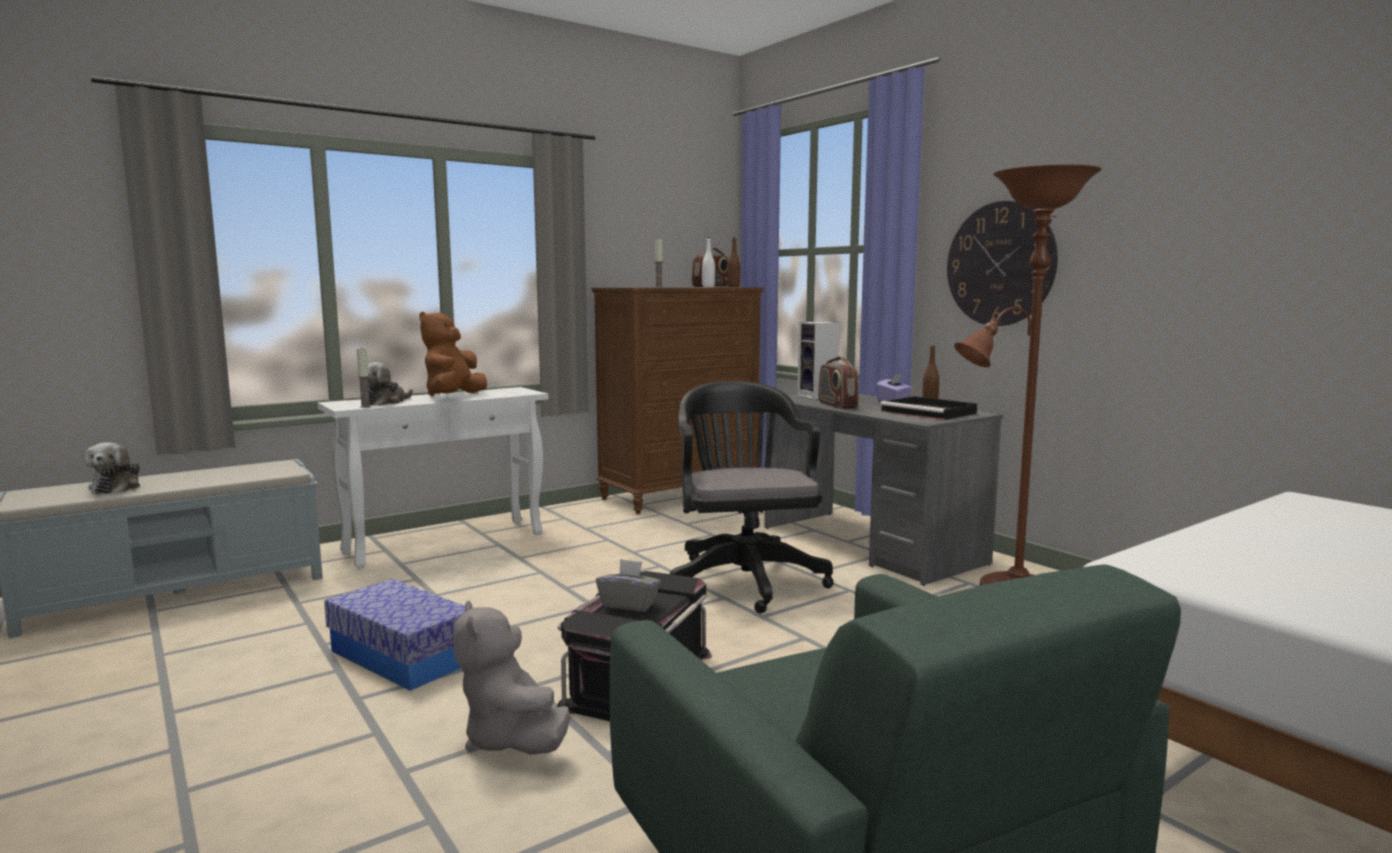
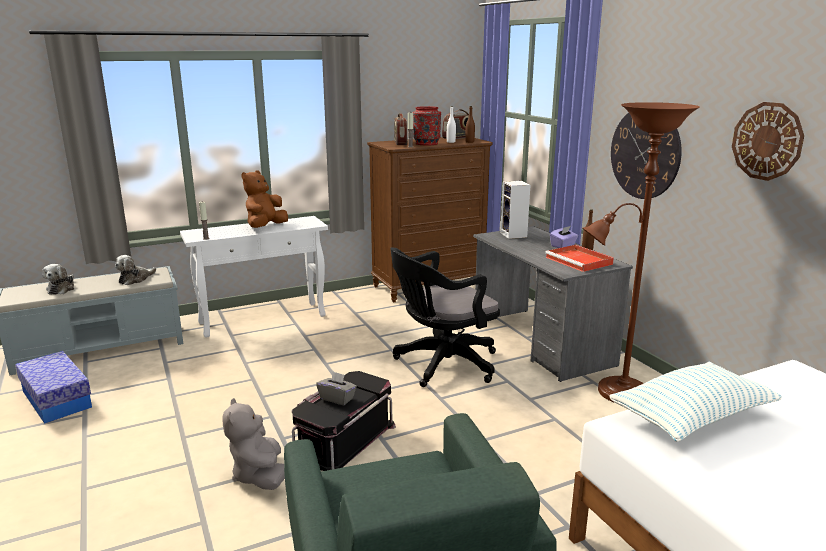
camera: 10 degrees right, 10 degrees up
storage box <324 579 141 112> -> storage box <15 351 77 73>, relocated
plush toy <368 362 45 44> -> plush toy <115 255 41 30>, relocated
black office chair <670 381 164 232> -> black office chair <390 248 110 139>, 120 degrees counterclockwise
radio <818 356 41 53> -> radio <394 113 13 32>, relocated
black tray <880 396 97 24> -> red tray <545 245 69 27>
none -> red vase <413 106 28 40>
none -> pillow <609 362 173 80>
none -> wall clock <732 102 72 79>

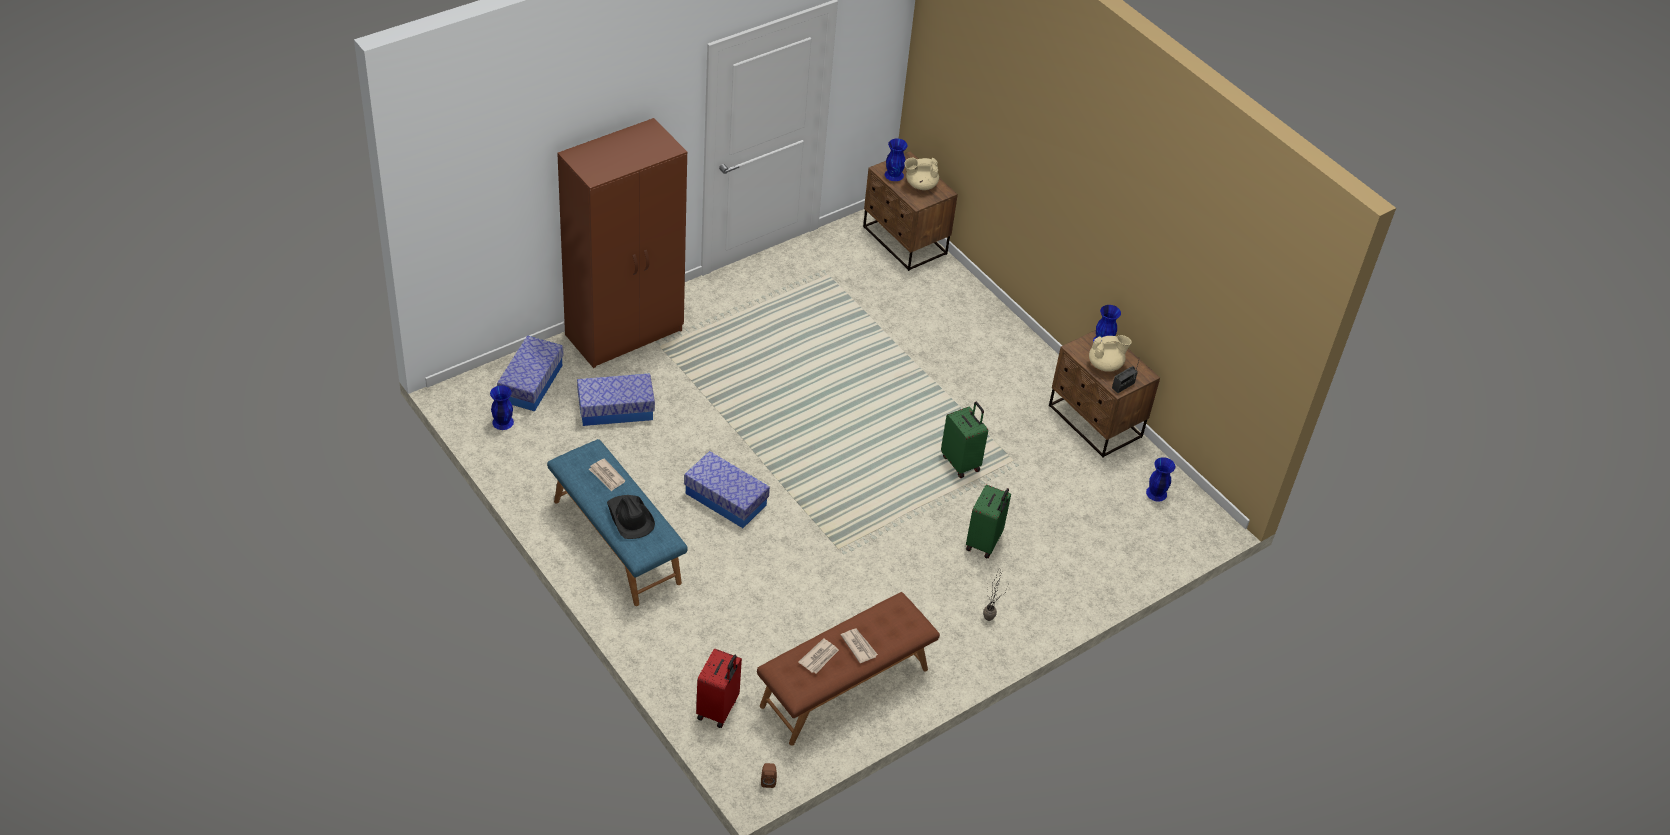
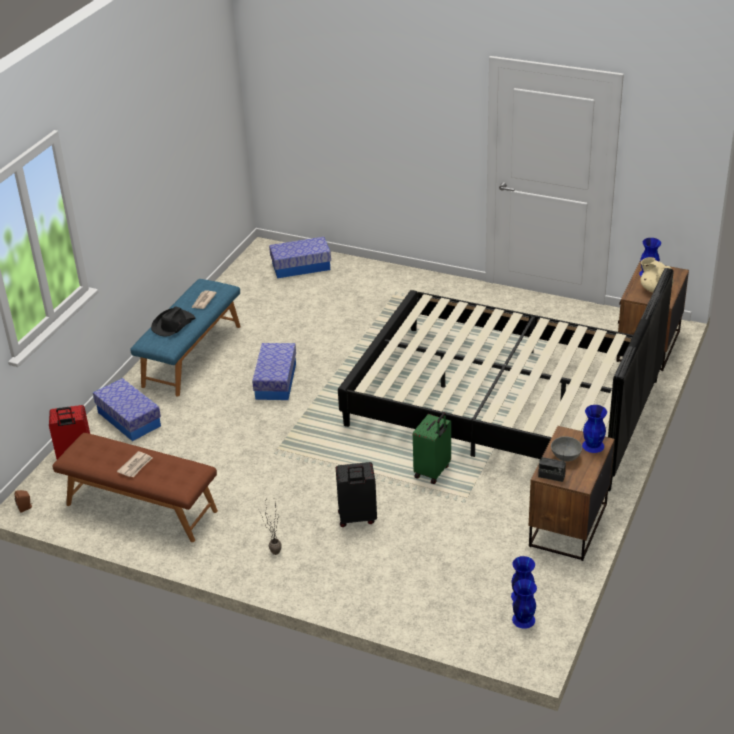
camera: 65 degrees right, 10 degrees down
blue vase <490 385 24 45> -> blue vase <512 579 25 50>, relocated
brown wardrobe <557 118 130 250> -> none
storage box <577 373 78 53> -> storage box <93 378 68 63>, relocated
newspaper <799 638 40 36> -> none
green suitcase <966 484 45 75> -> black suitcase <336 462 41 65>
beige teapot <1089 335 43 37> -> grey bowl <551 437 31 25>
none -> black bed <338 268 336 223>

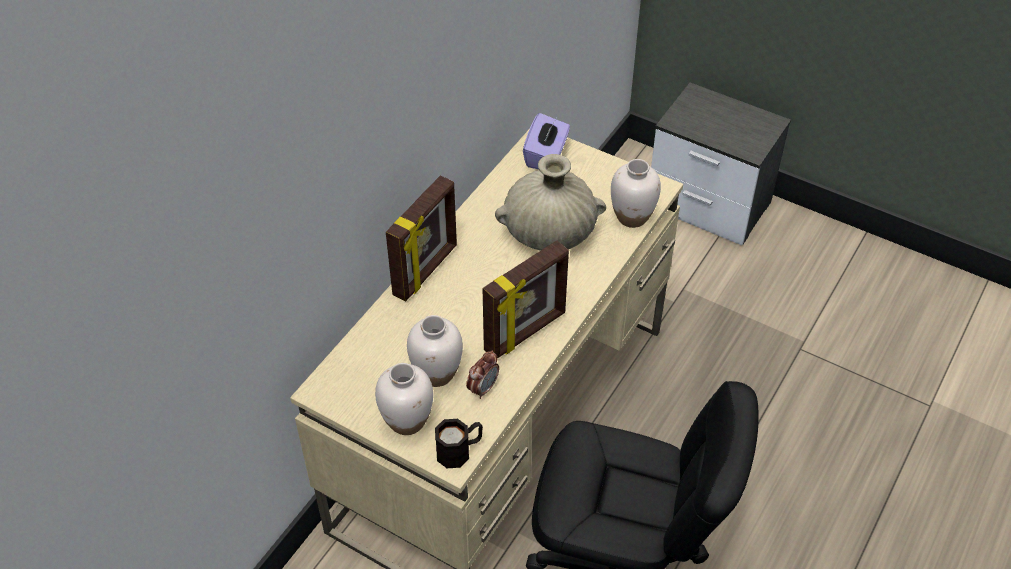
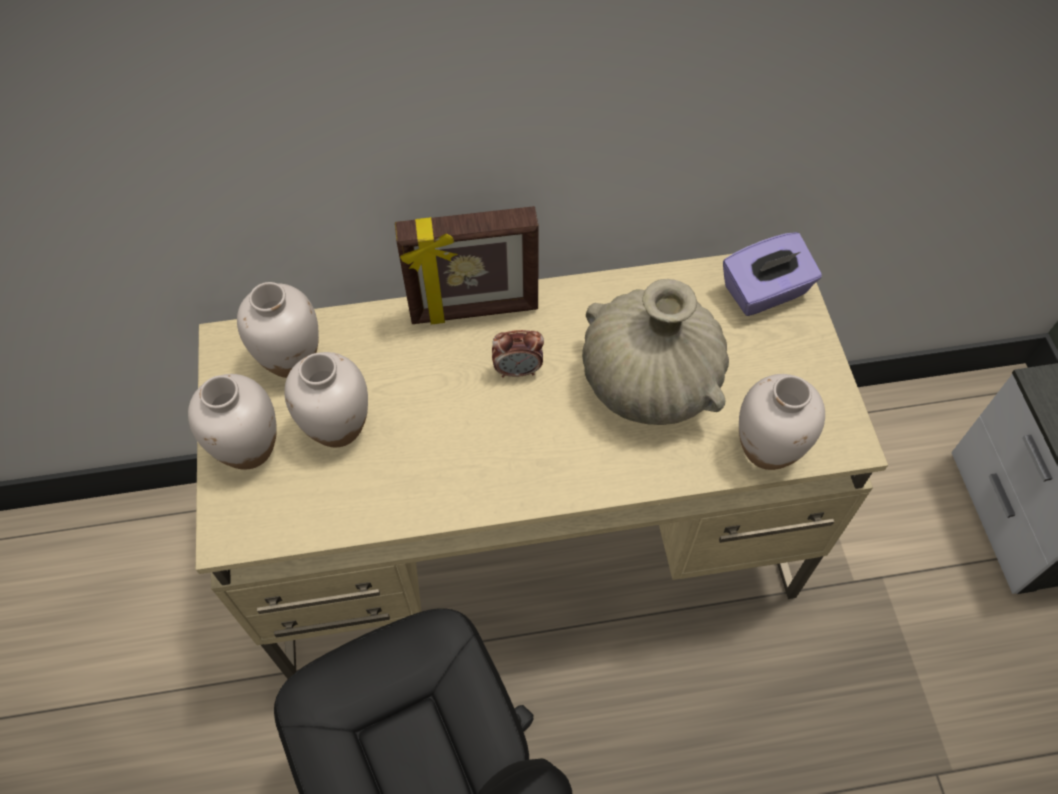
camera: 50 degrees right, 10 degrees up
black mug <435 419 48 49> -> none
alarm clock <466 351 33 48> -> alarm clock <492 330 52 48>, relocated
picture frame <482 241 87 118> -> none
none -> white vase <237 282 82 96>

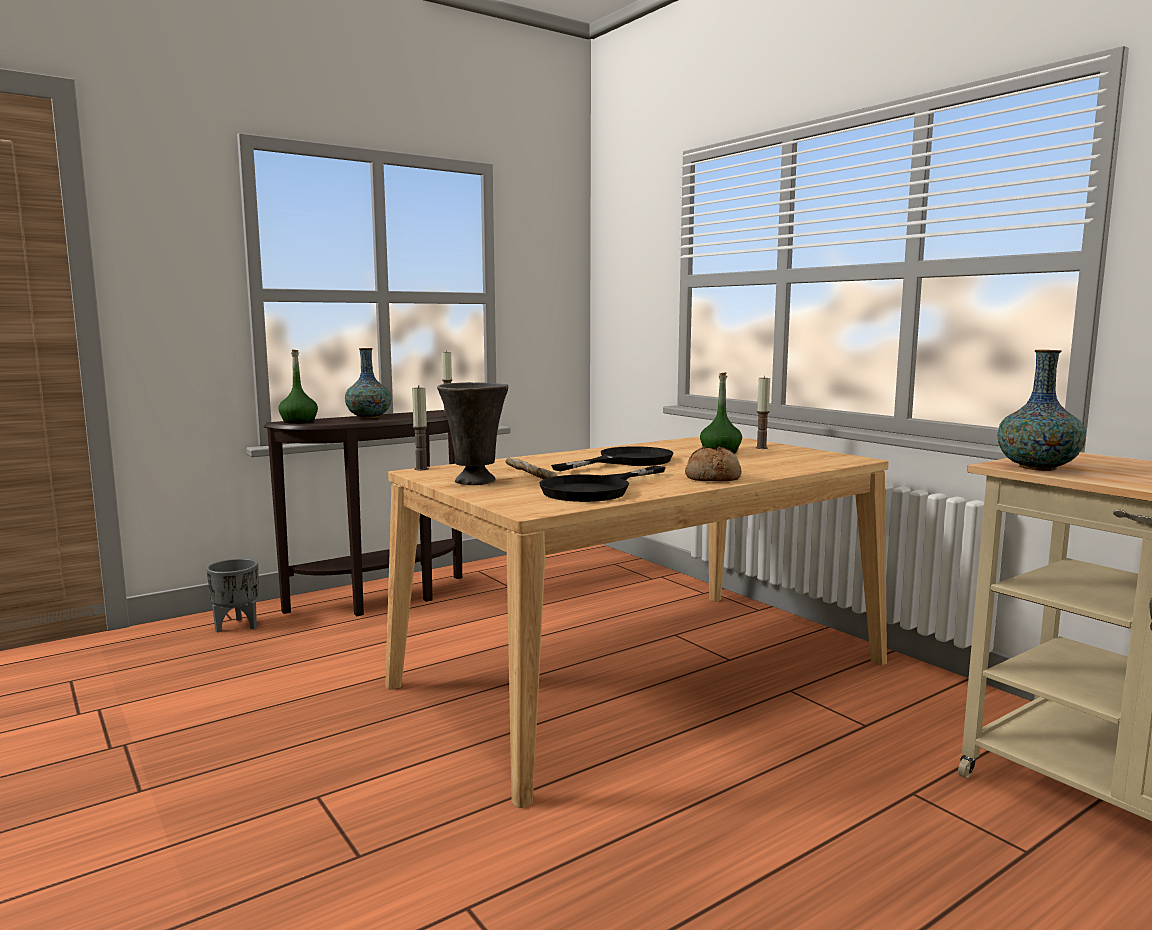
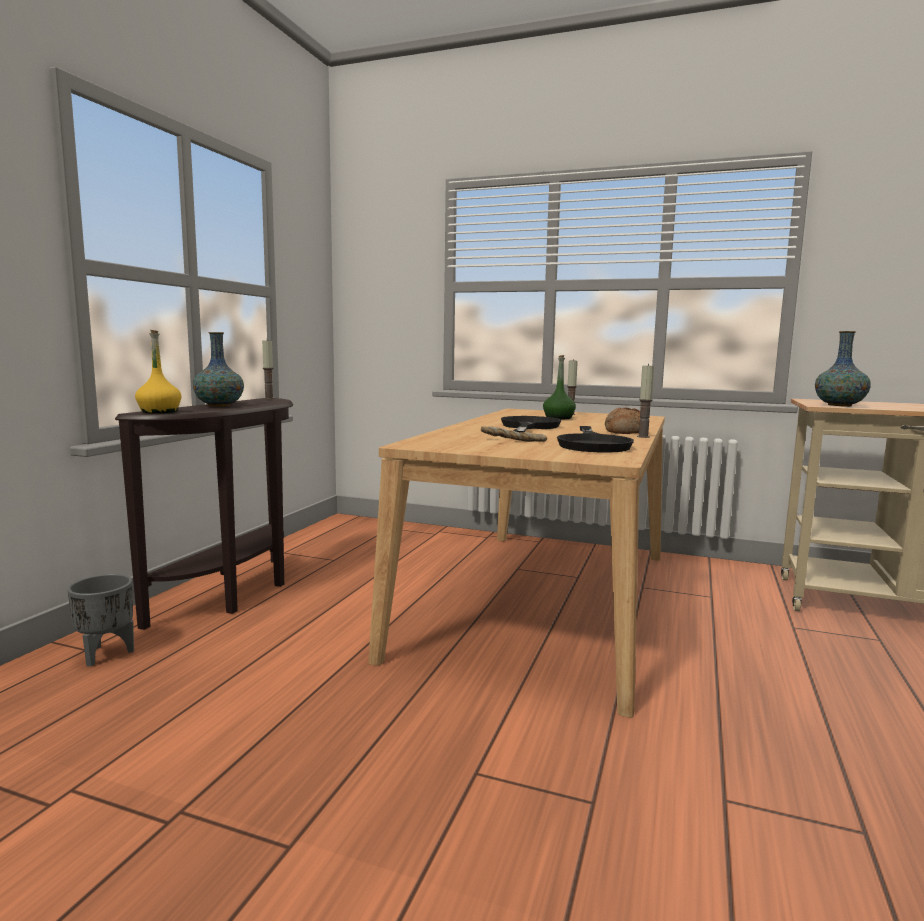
camera: 35 degrees left, 0 degrees up
green bottle <278 349 40 75> -> yellow bottle <135 330 46 83>
candle <412 385 17 85> -> candle <637 364 17 74>, relocated
grey vase <437 382 71 103> -> none

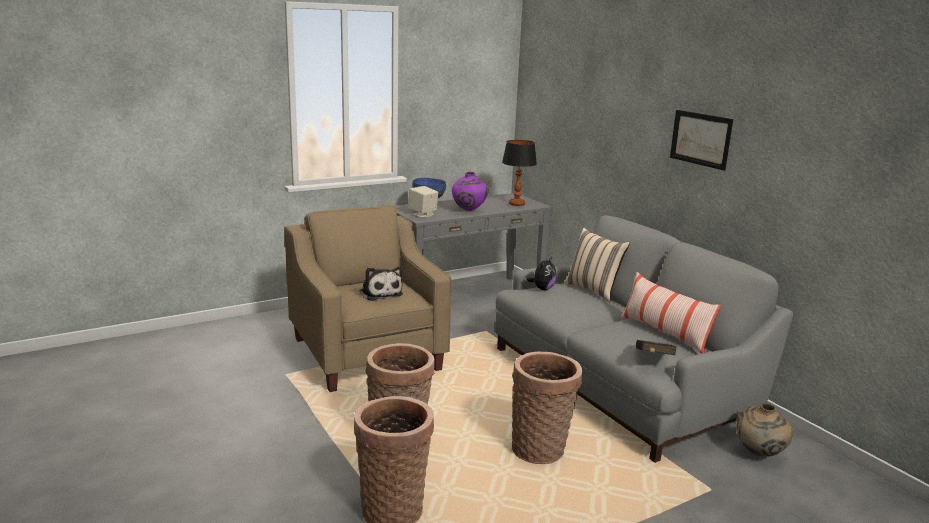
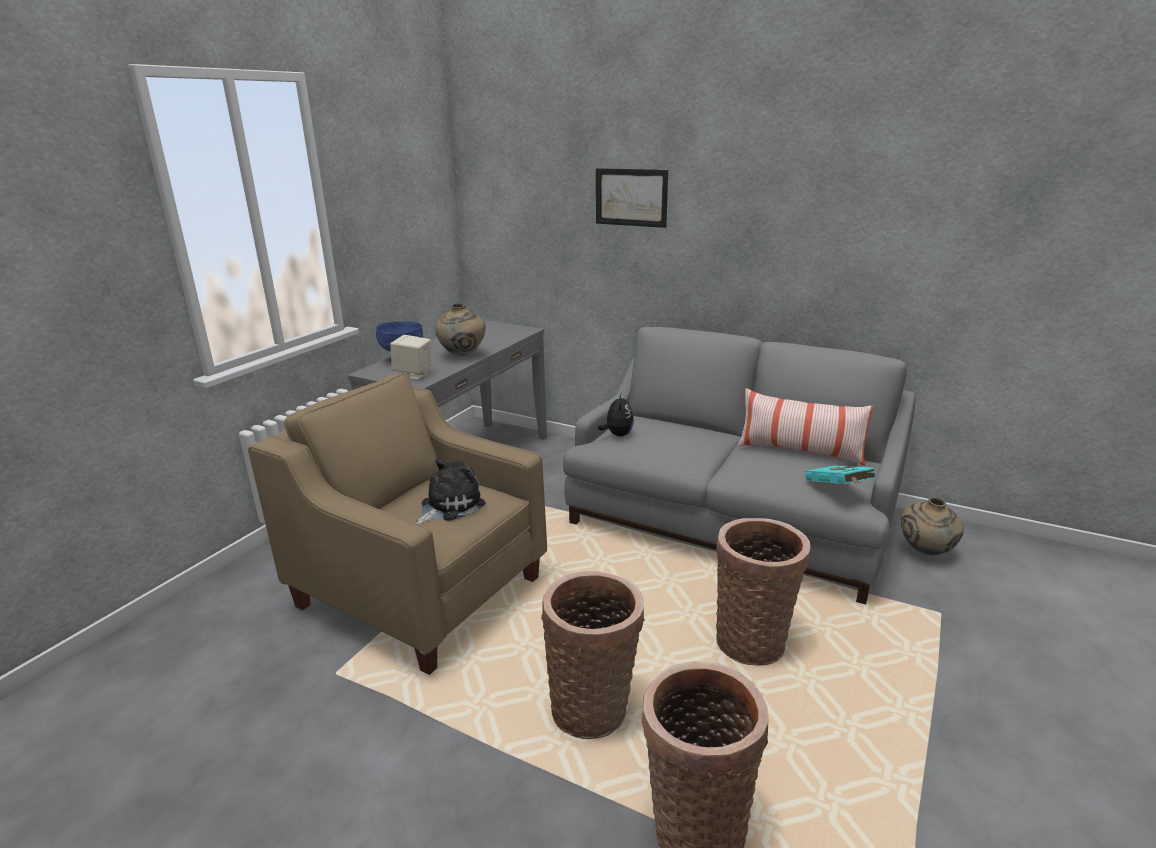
camera: 30 degrees left, 5 degrees up
plush toy <360 267 43 34> -> plush toy <416 459 70 65>, 75 degrees counterclockwise
purple vase <452 172 37 39> -> beige vase <435 303 51 53>
table lamp <502 140 35 66> -> none
beige pillow <564 228 66 74> -> none
black book <636 340 41 15> -> turquoise book <805 465 70 19>
picture <670 110 63 61> -> picture <596 168 72 60>, relocated

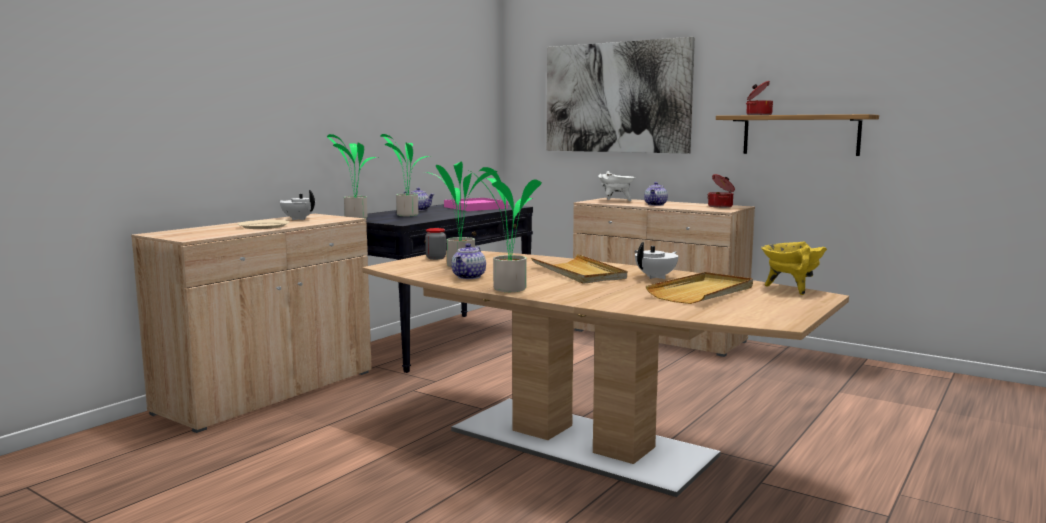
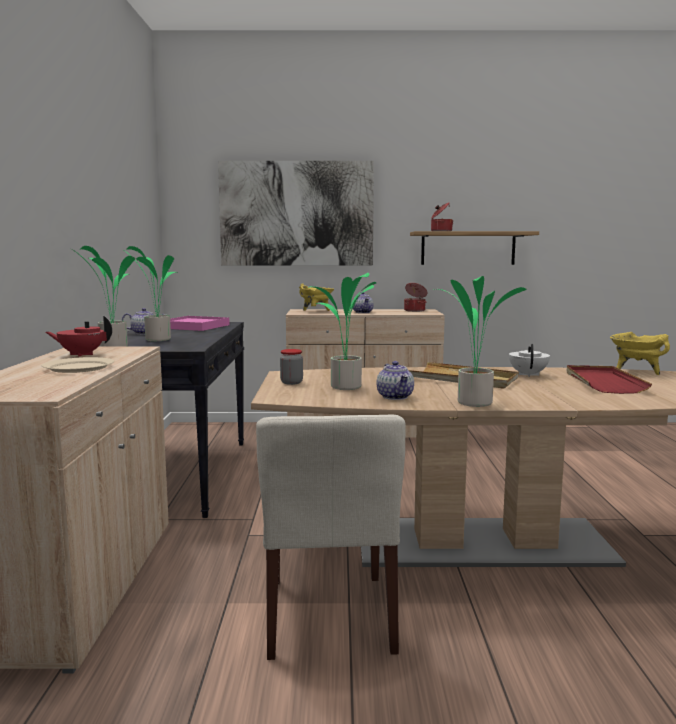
camera: 35 degrees left, 0 degrees up
white teapot <280 190 35 30> -> red teapot <46 316 66 41>
white cooking pot <598 171 37 30> -> yellow cooking pot <299 283 35 28>
beige tray <646 272 107 32> -> red tray <567 365 85 29>
none -> beige chair <256 414 149 246>

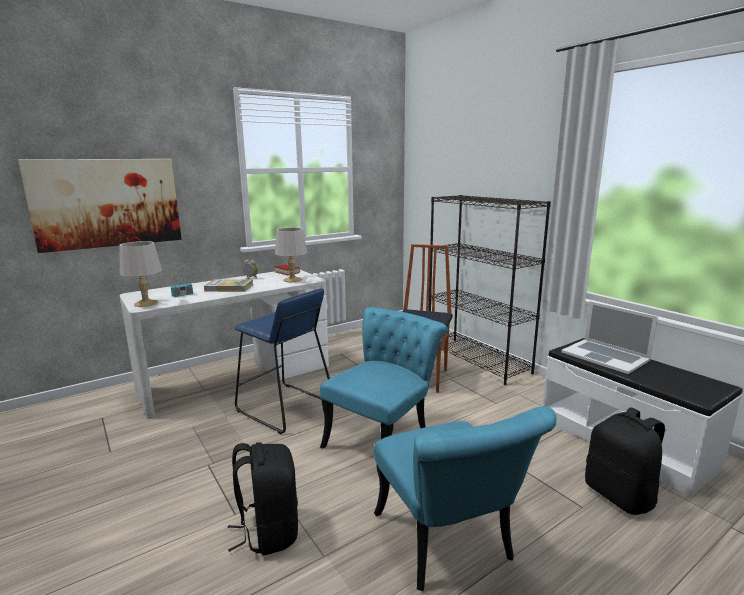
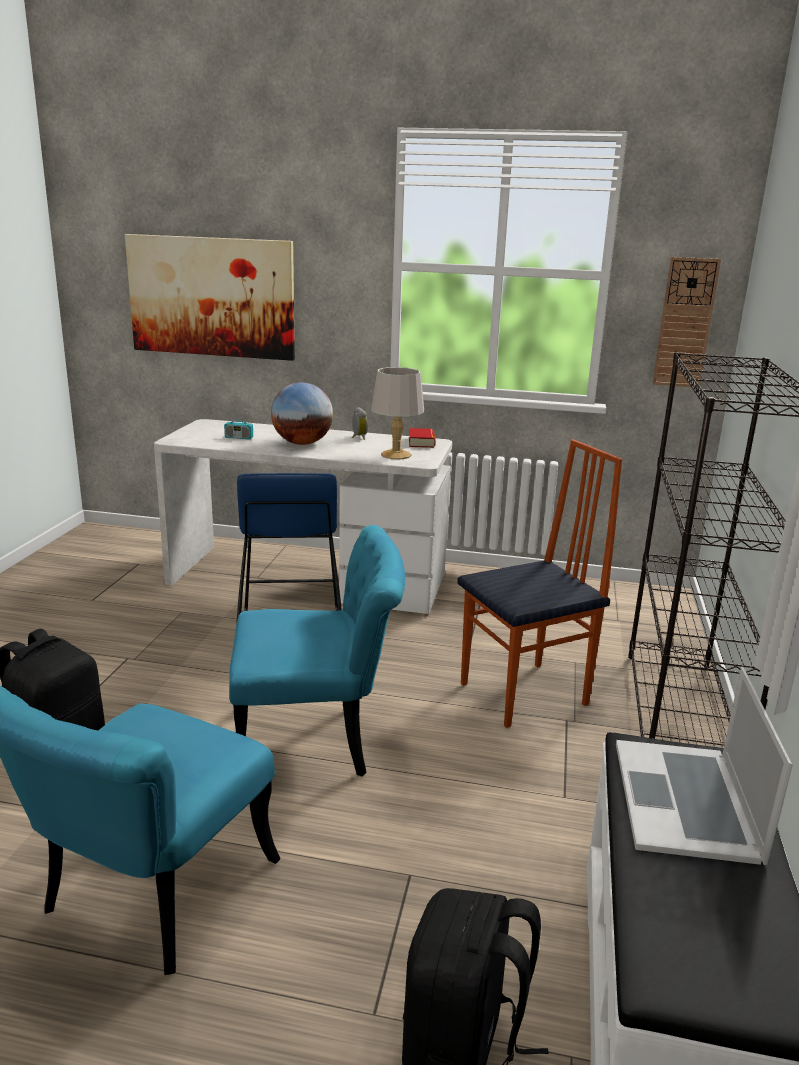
camera: 45 degrees right, 5 degrees up
grey table lamp <119 241 43 66> -> none
book <204 279 49 13> -> globe <271 382 62 63>
none -> wall clock <652 257 69 131>

